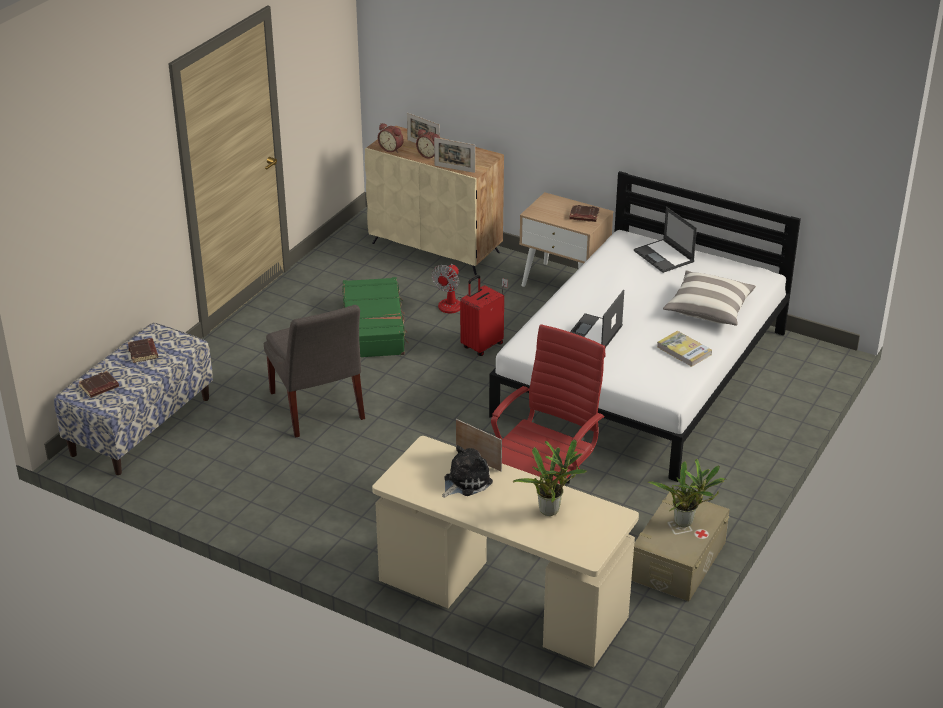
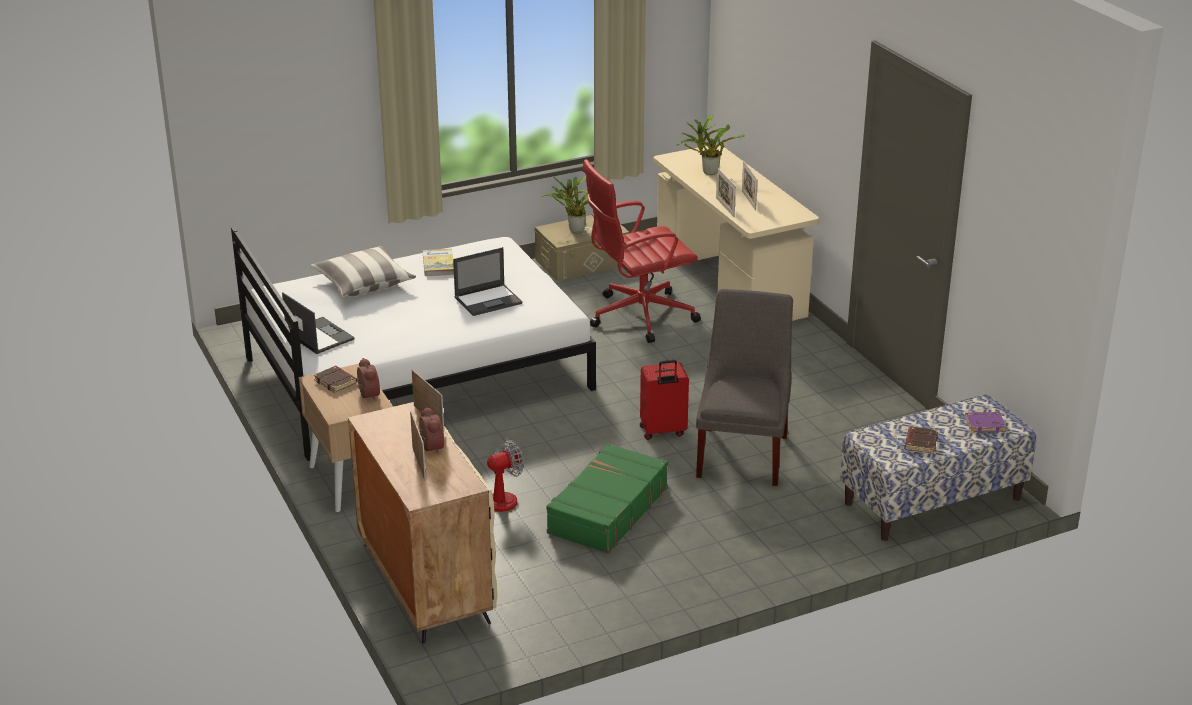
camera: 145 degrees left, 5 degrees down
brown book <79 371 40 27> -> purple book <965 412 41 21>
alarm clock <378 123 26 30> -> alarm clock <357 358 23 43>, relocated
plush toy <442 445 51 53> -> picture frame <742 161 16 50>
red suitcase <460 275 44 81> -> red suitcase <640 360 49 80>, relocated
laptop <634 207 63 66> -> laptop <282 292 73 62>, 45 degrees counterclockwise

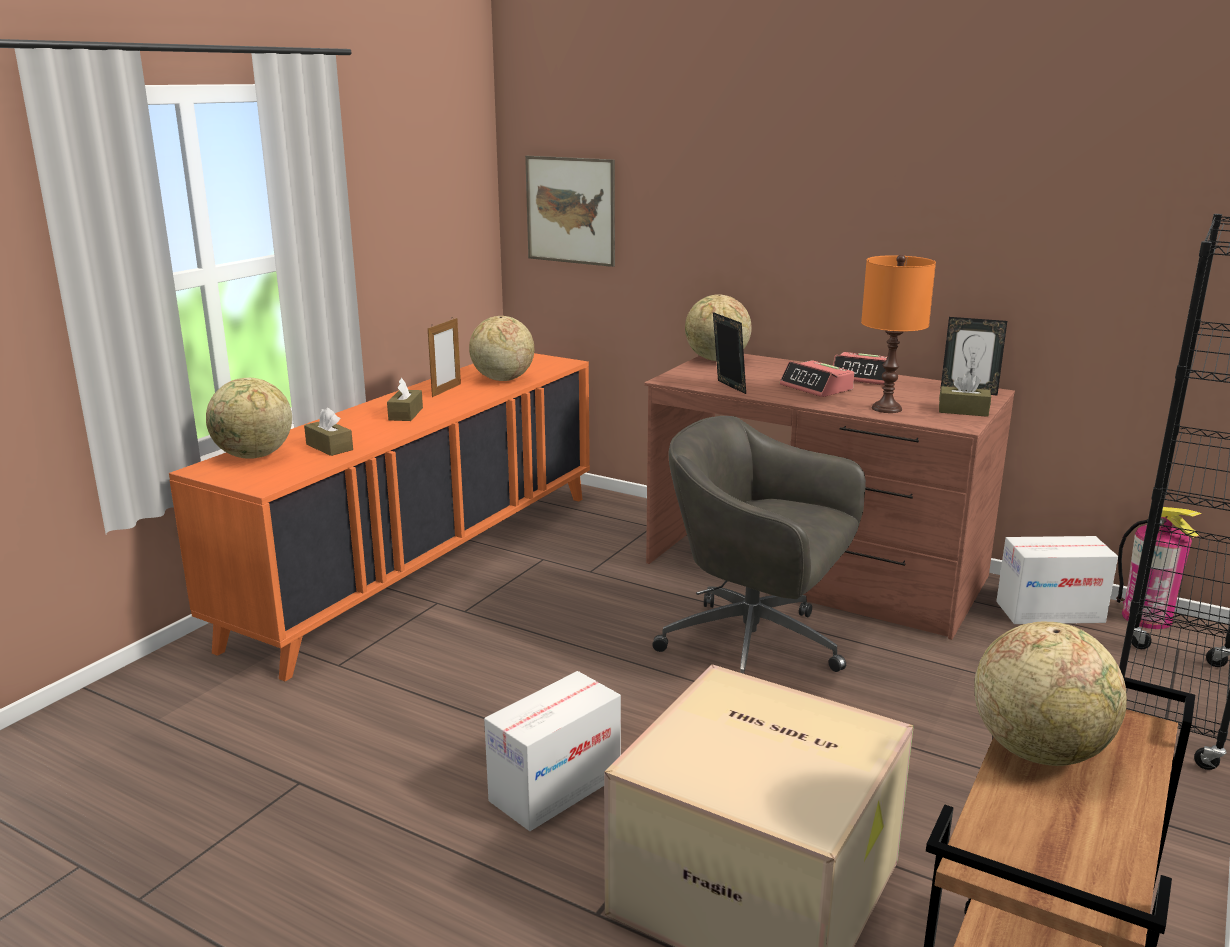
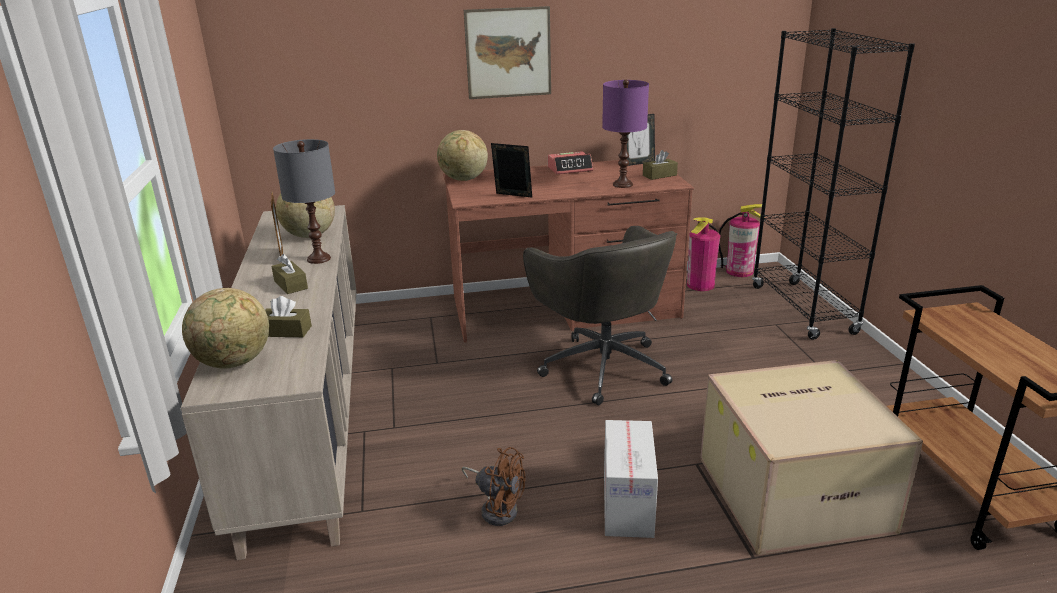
camera: 40 degrees left, 5 degrees up
orange cabinet <169 353 421 329> -> beige cabinet <181 205 176 355>
picture <525 156 90 111> -> picture <464 6 87 93>, relocated
grey office chair <652 416 214 258> -> grey office chair <523 226 154 179>, 105 degrees counterclockwise
alarm clock <780 360 74 37> -> none
orange table lamp <861 255 75 158> -> purple table lamp <602 80 47 108>
globe <974 622 153 144> -> none
cardboard box <996 536 122 88> -> fire extinguisher <687 217 33 74>
none -> grey table lamp <273 139 62 125>
none -> brown fan <461 447 64 79>

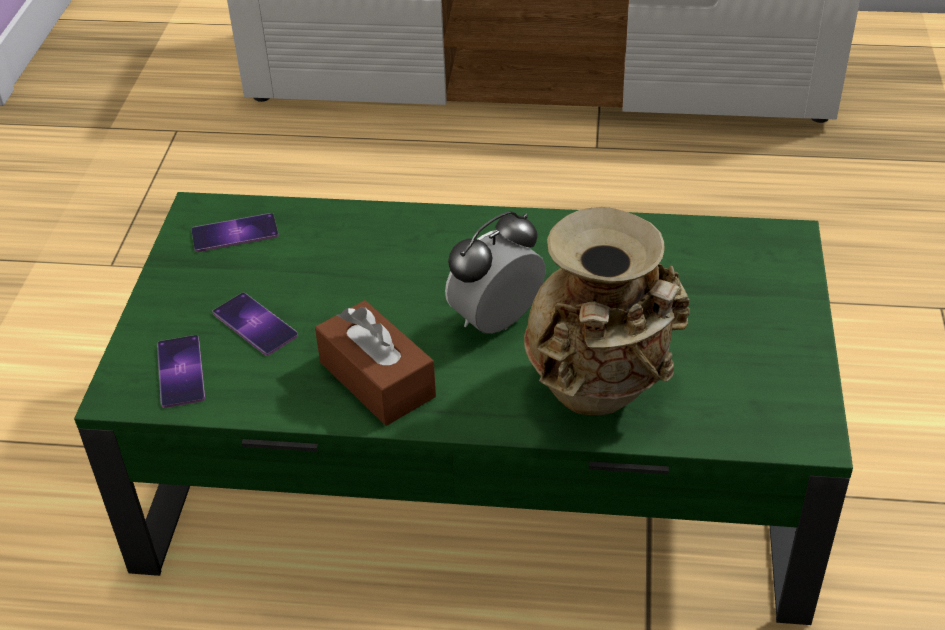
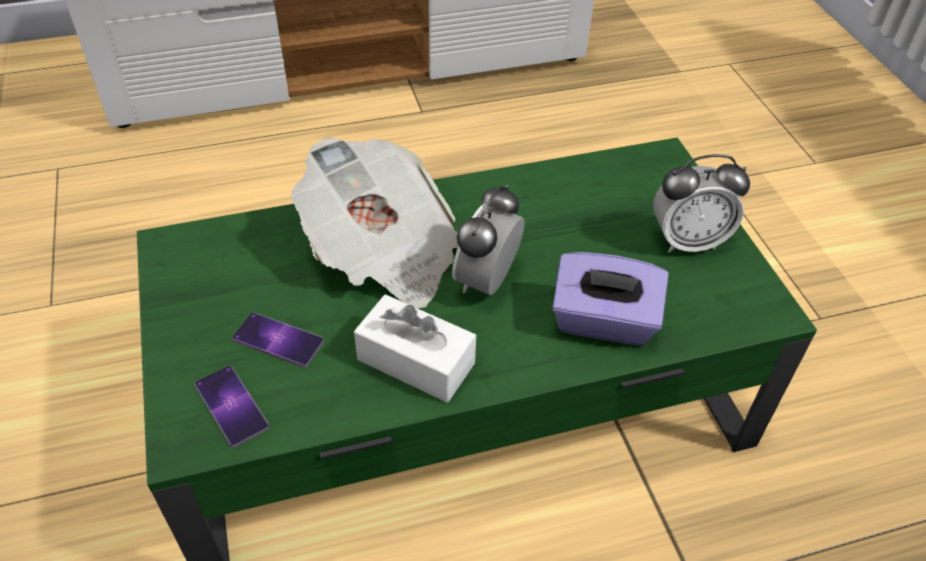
camera: 25 degrees left, 5 degrees up
phone <191 213 88 39> -> none
brown tissue box <315 300 121 126> -> white tissue box <354 294 122 108>
beige vase <524 207 166 208> -> purple tissue box <552 252 117 94>
none -> newspaper <291 137 167 171>
none -> alarm clock <653 154 97 99>

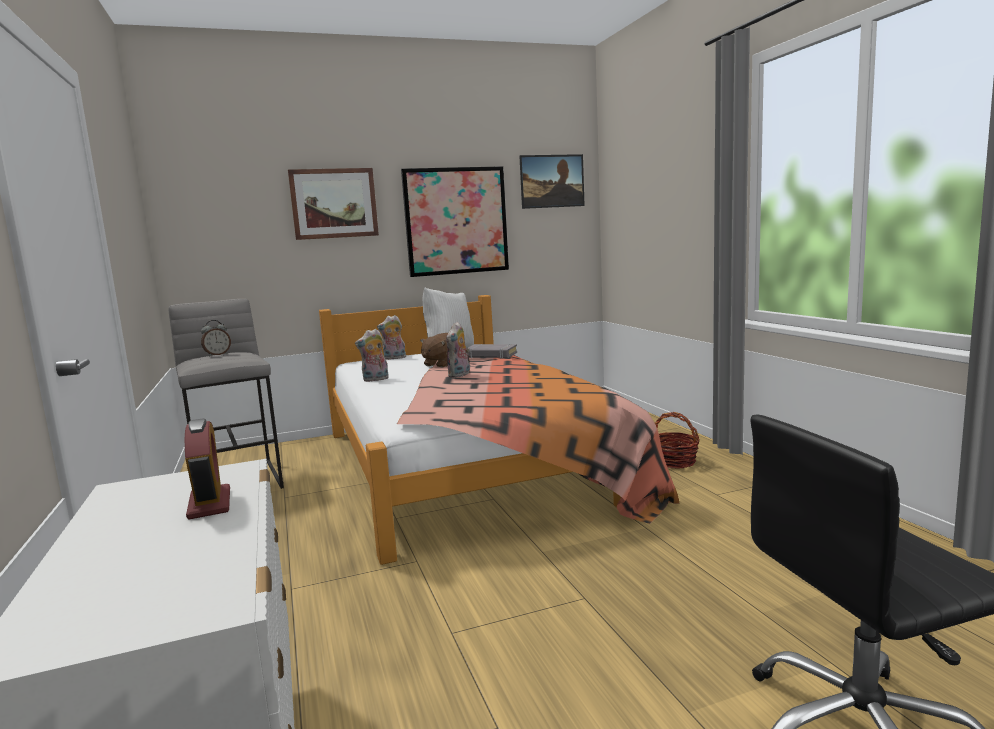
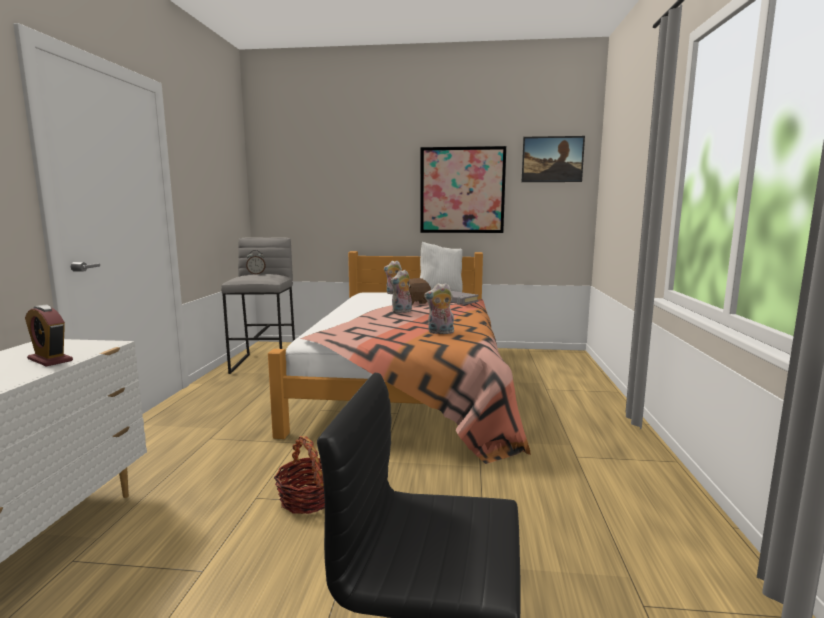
camera: 25 degrees right, 0 degrees up
alarm clock <185 418 45 101> -> alarm clock <25 305 48 62>, 120 degrees clockwise
picture <288 168 91 72> -> none
plush toy <355 329 34 53> -> plush toy <424 283 30 51>, relocated
basket <655 412 44 57> -> basket <274 436 51 78>, relocated

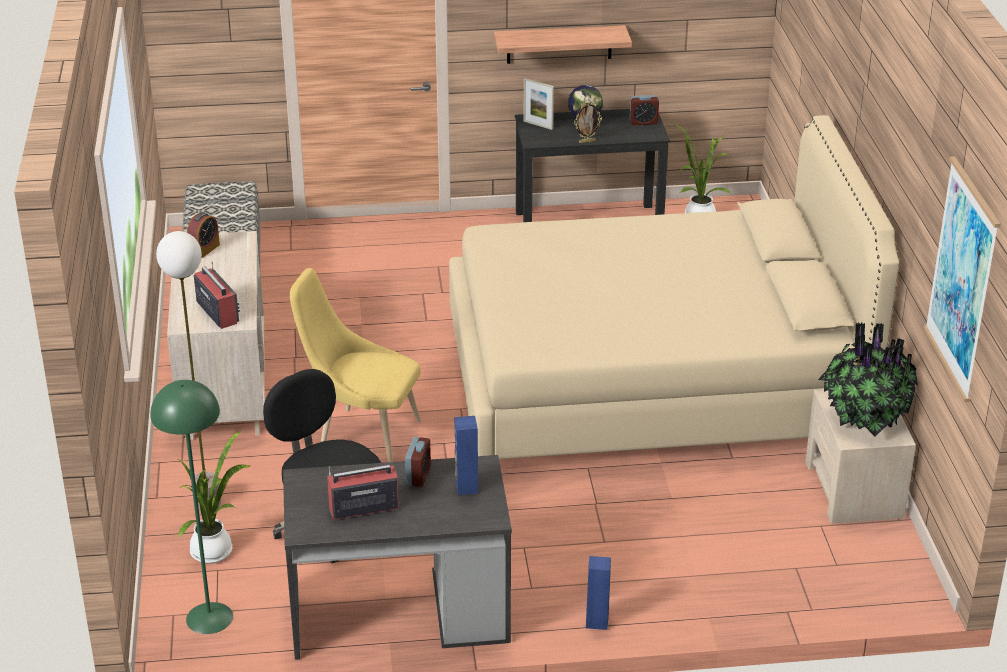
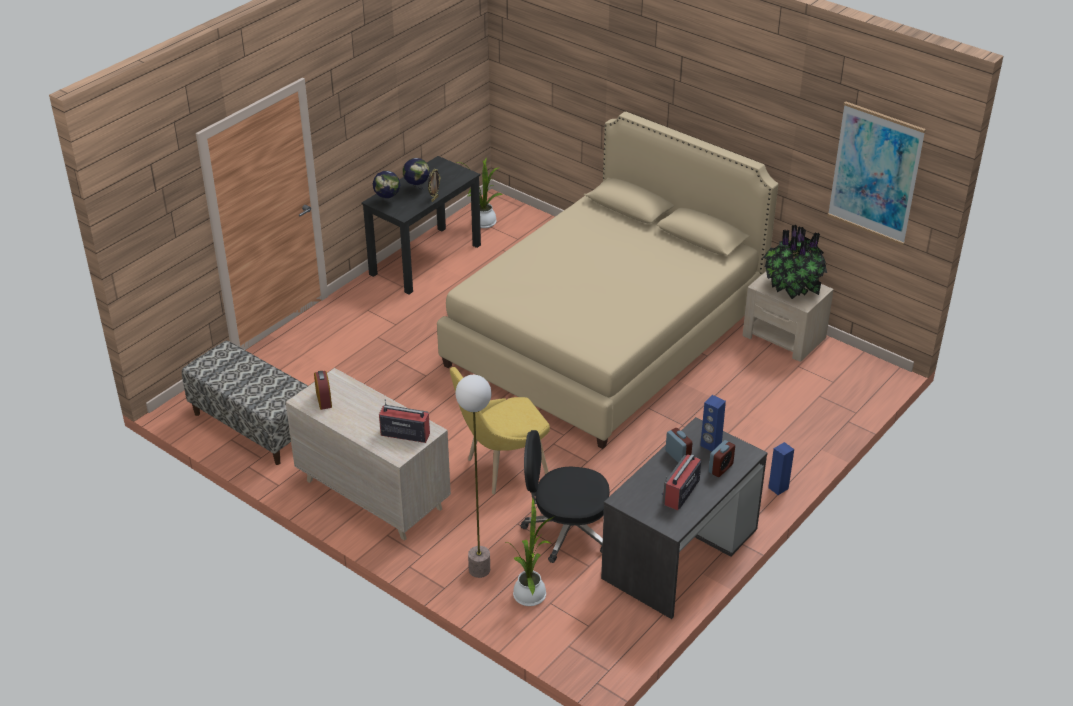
camera: 45 degrees left, 5 degrees up
green floor lamp <150 380 83 254> -> none
shelf <494 25 138 39> -> none
picture frame <523 78 31 52> -> globe <373 171 27 34>
alarm clock <630 95 29 30> -> alarm clock <709 440 26 37>, relocated

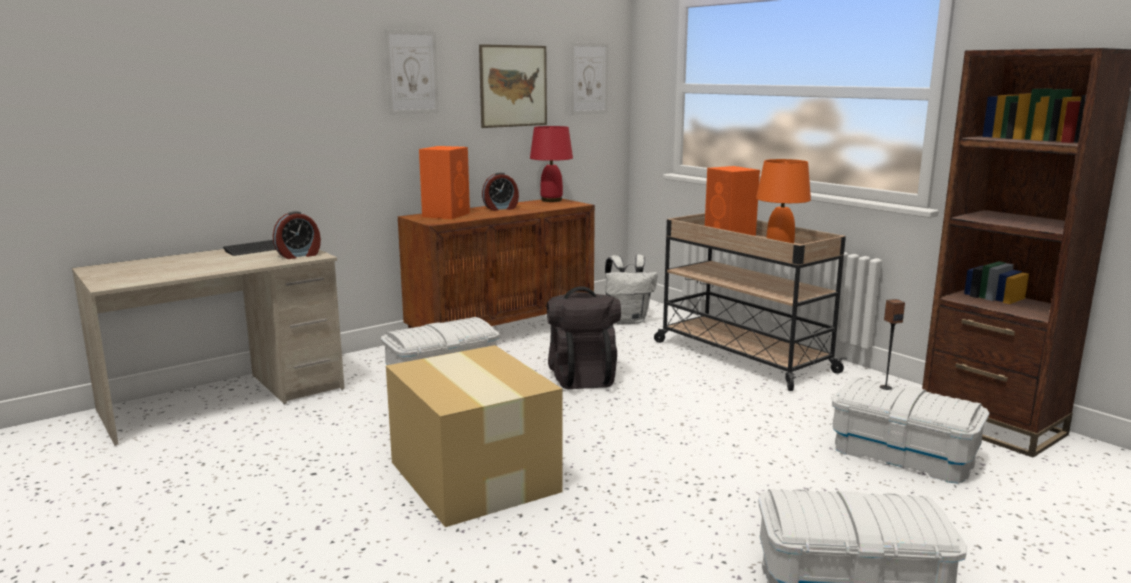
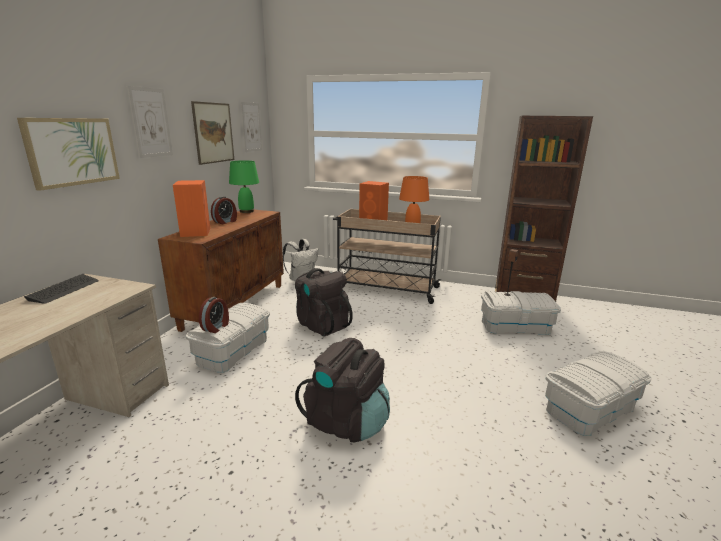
camera: 35 degrees left, 5 degrees up
alarm clock <273 211 48 48> -> alarm clock <199 297 30 36>, relocated
cardboard box <386 345 177 182> -> black backpack <295 338 95 105>
red table lamp <530 126 43 76> -> green table lamp <229 160 30 53>
none -> picture <17 118 103 73>

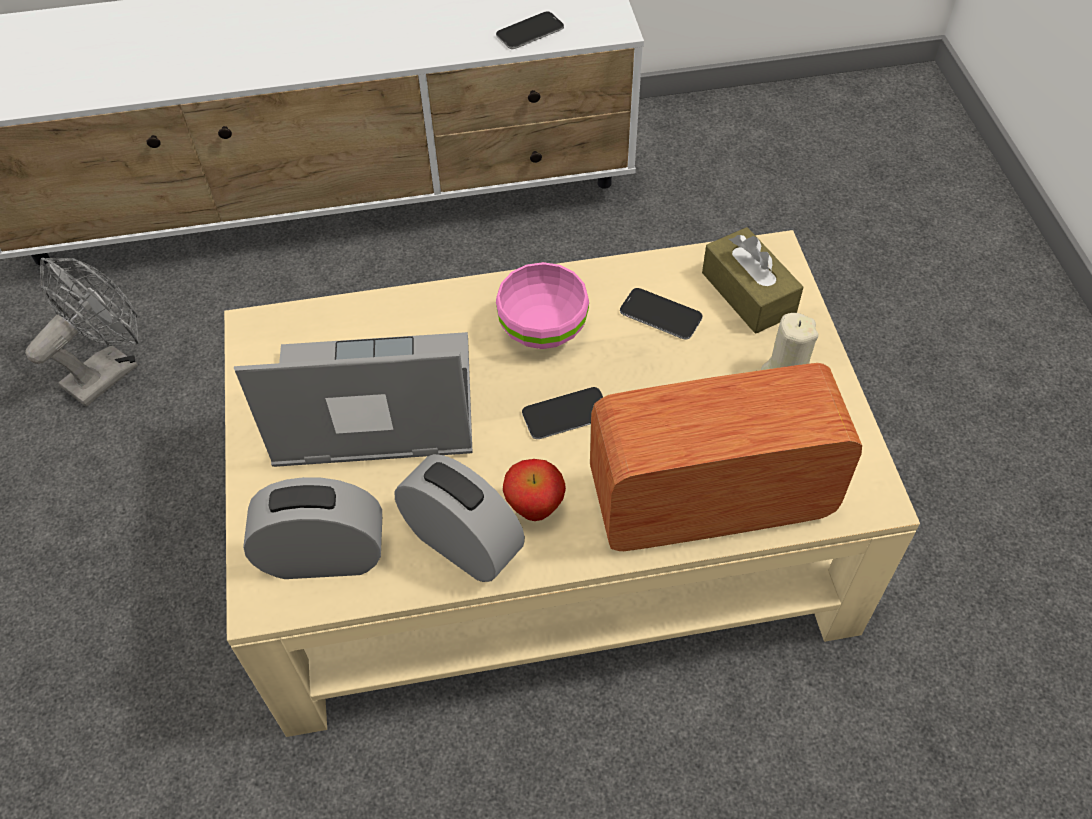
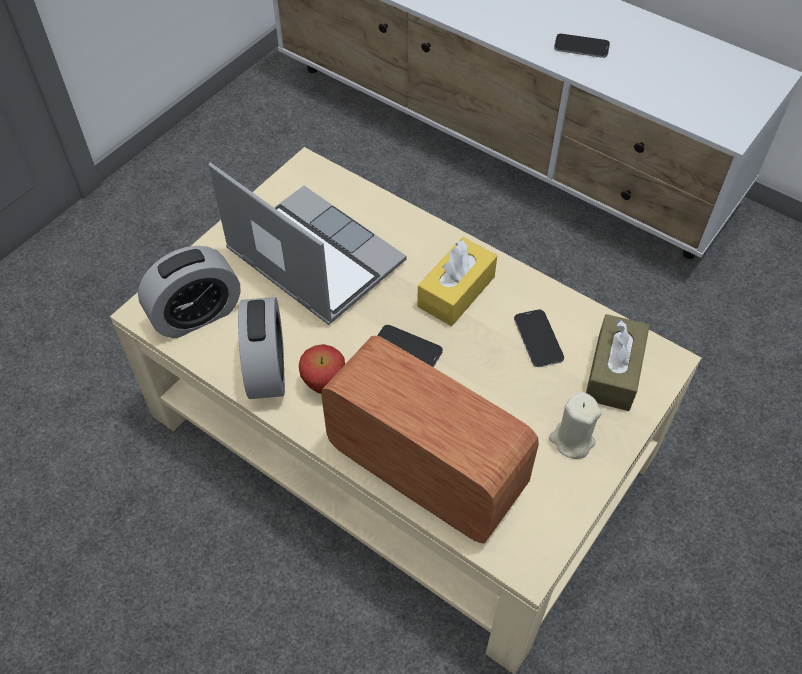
camera: 45 degrees right, 0 degrees up
grey fan <25 258 113 149> -> none
alarm clock <243 477 139 102> -> alarm clock <138 246 103 92>, 105 degrees clockwise
phone <496 11 68 38> -> phone <554 34 56 24>, relocated
pink bowl <496 262 93 87> -> yellow tissue box <417 237 80 89>

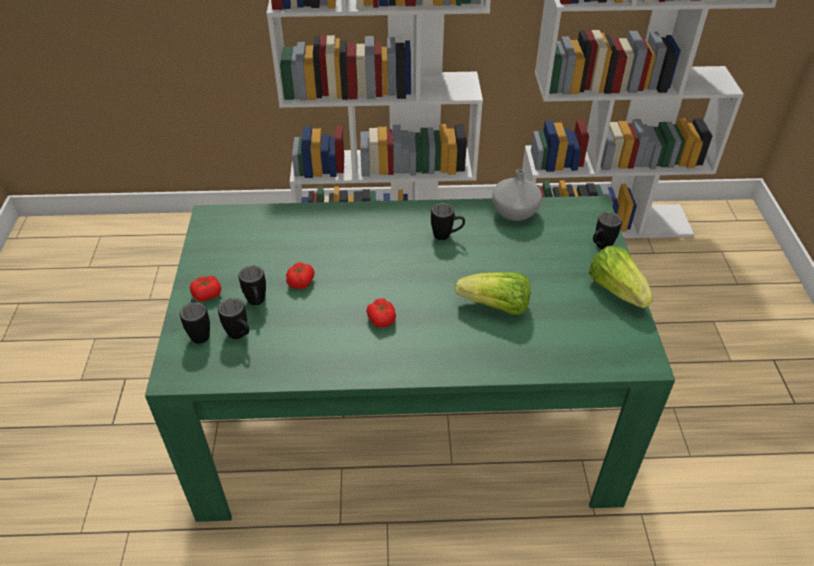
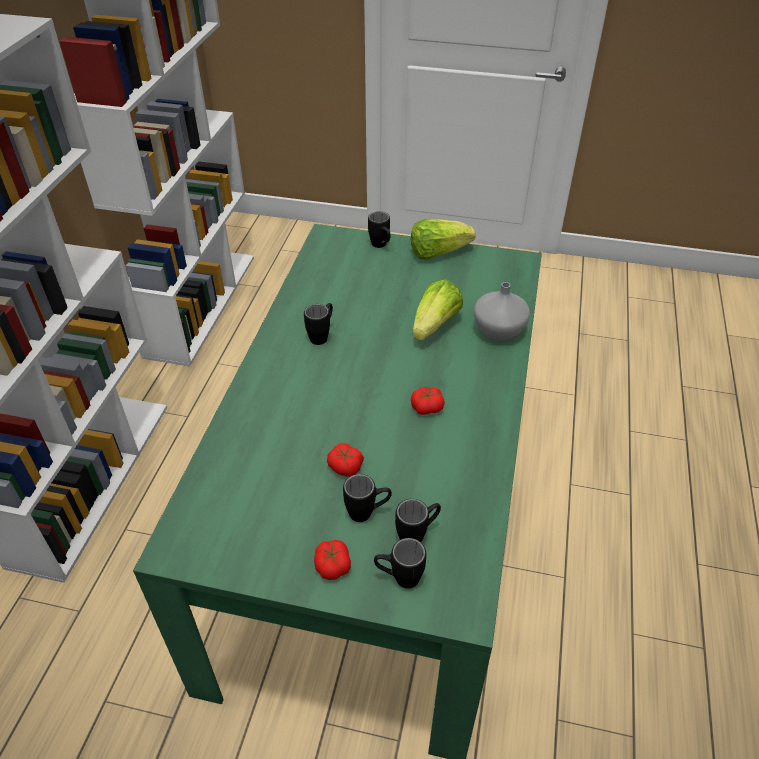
camera: 75 degrees left, 0 degrees up
grey vase <492 169 50 52> -> grey vase <474 282 56 58>, relocated

